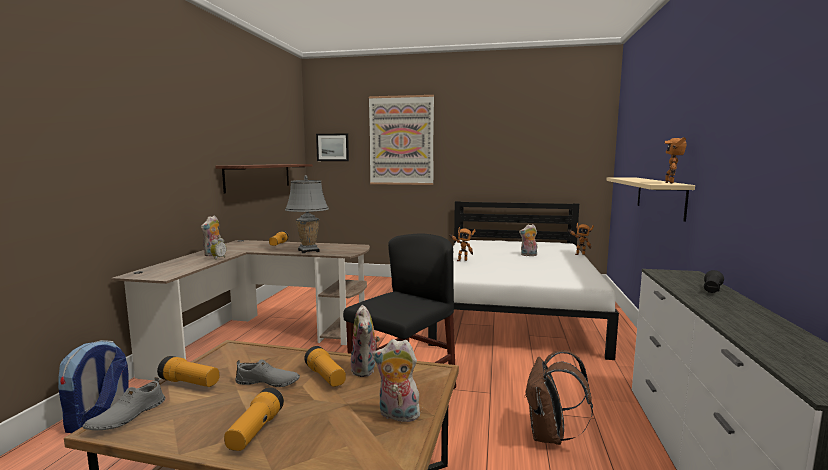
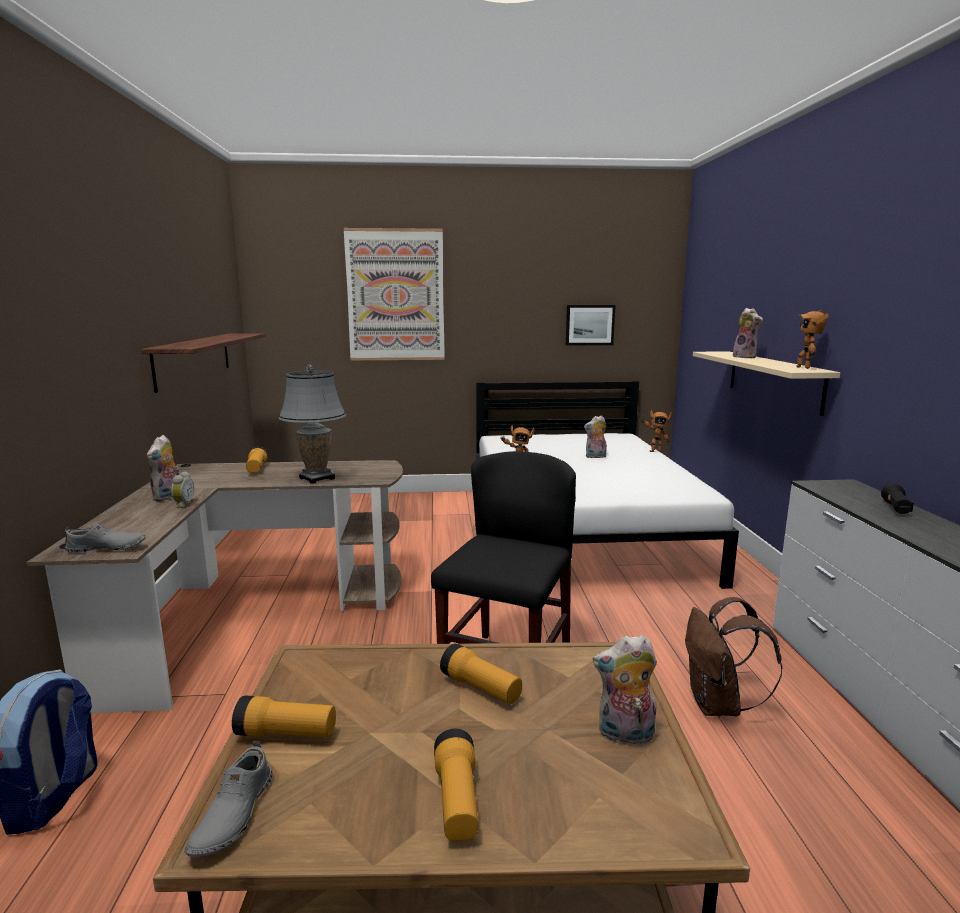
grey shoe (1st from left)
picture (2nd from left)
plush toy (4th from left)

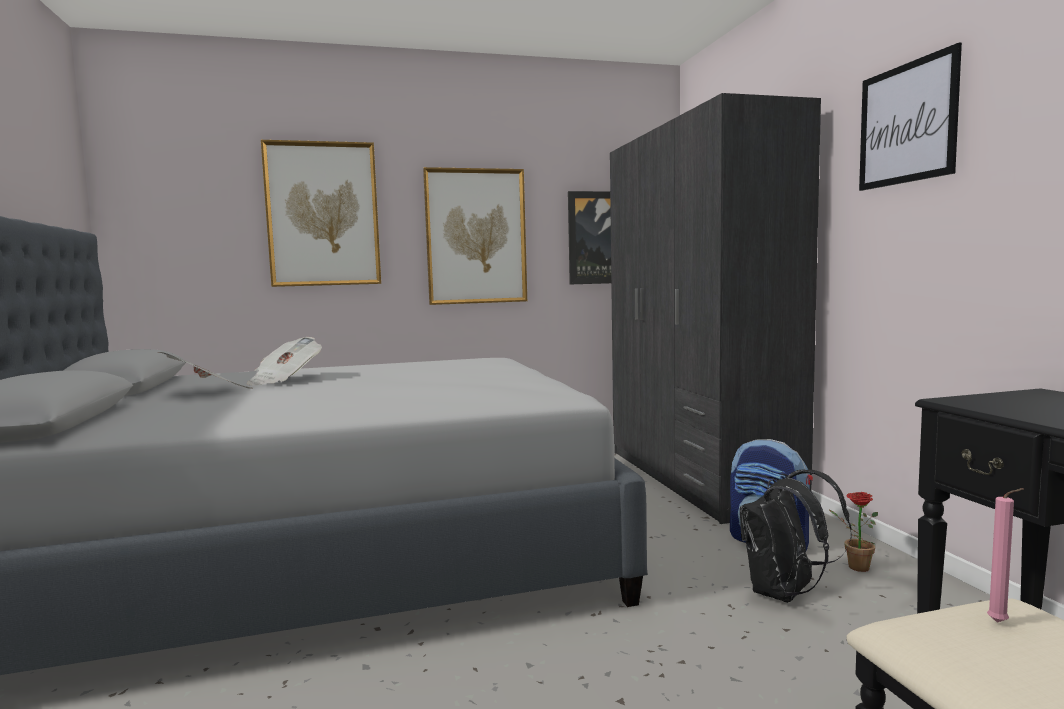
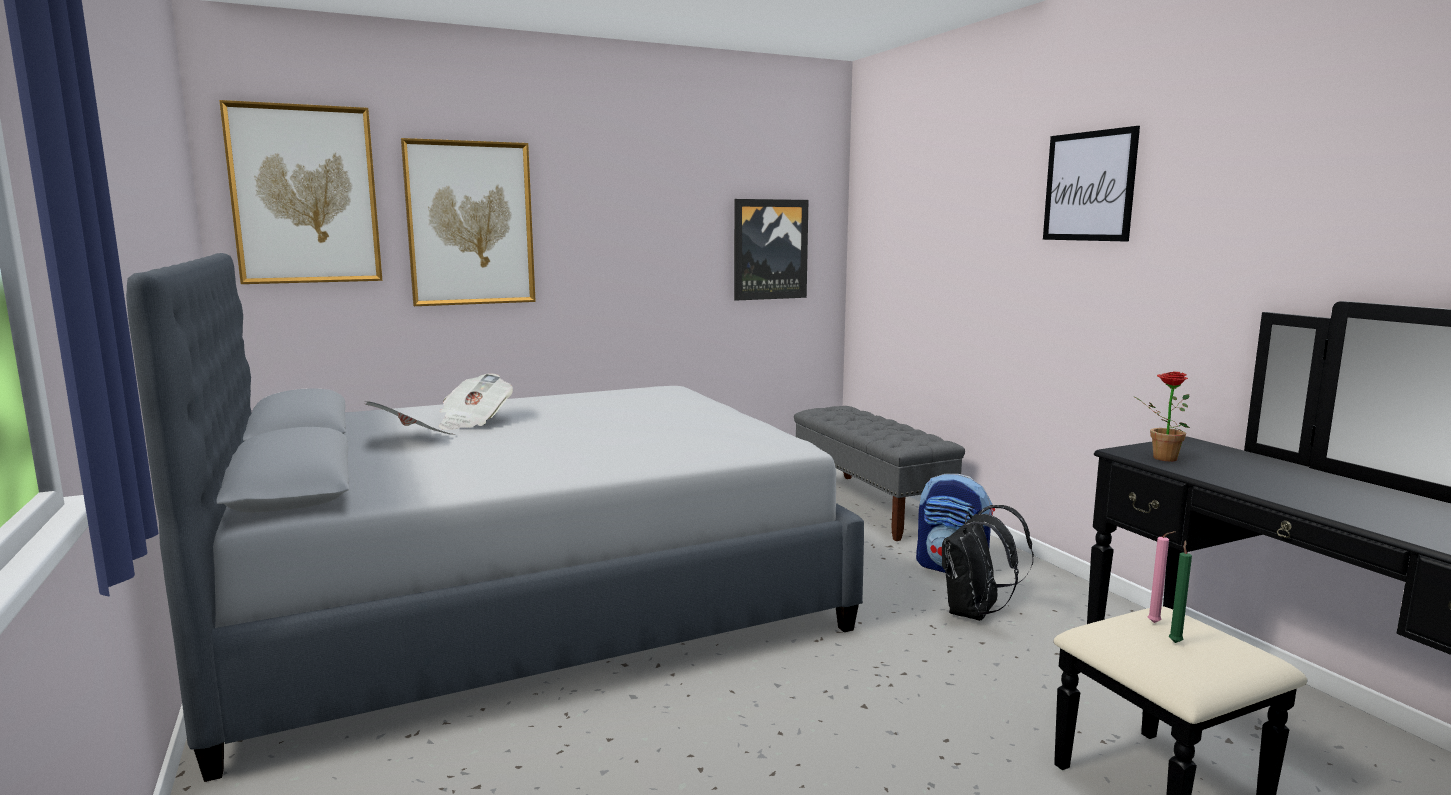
picture (1st from left)
grey bench
potted plant
green candle

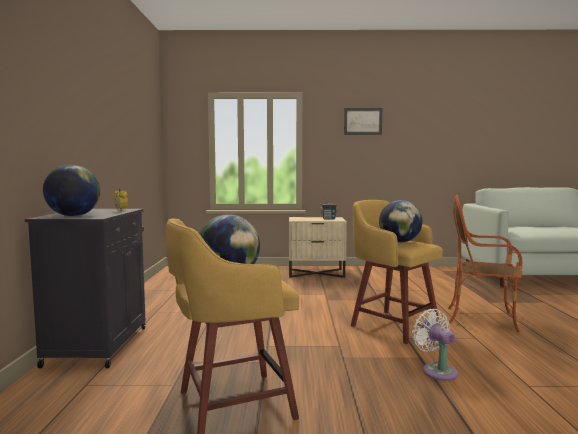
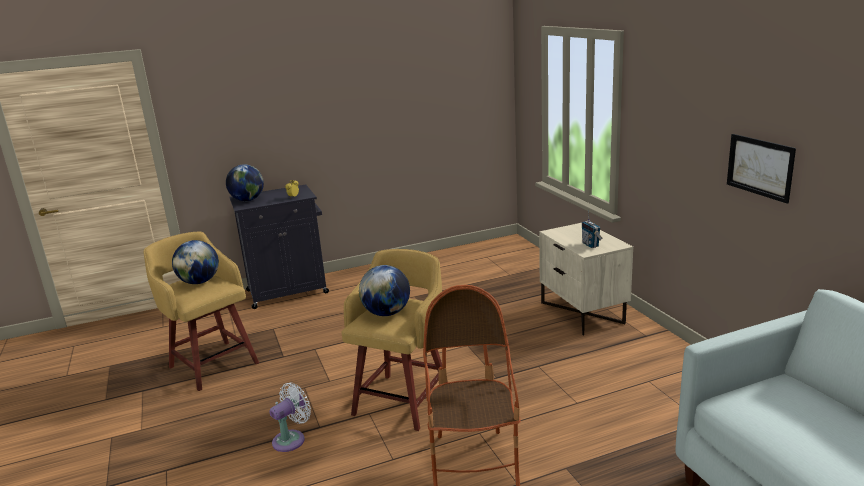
picture

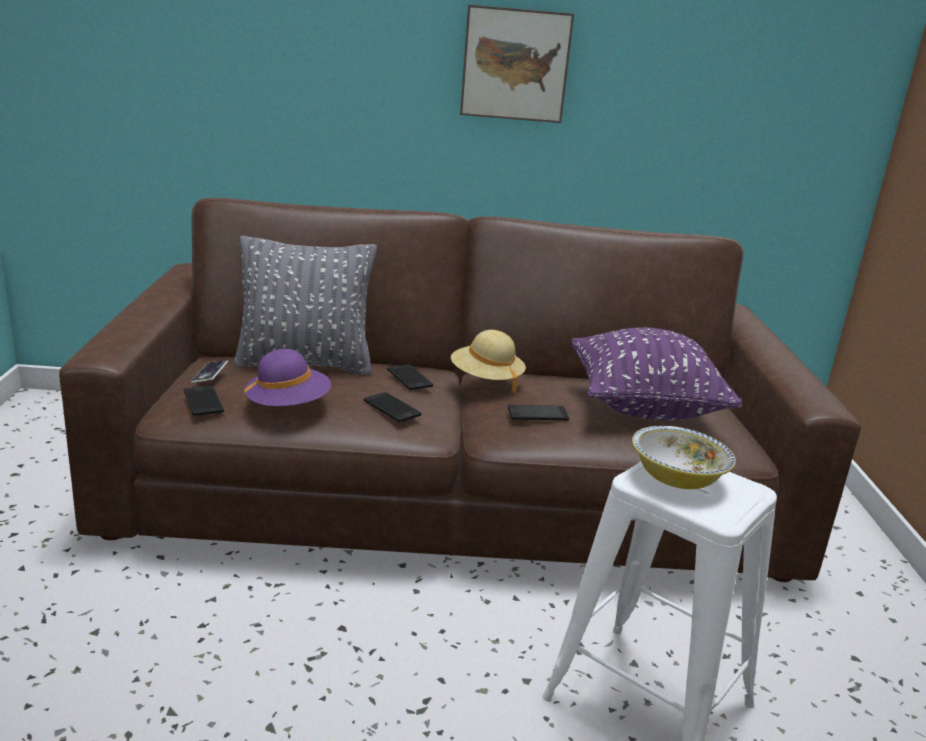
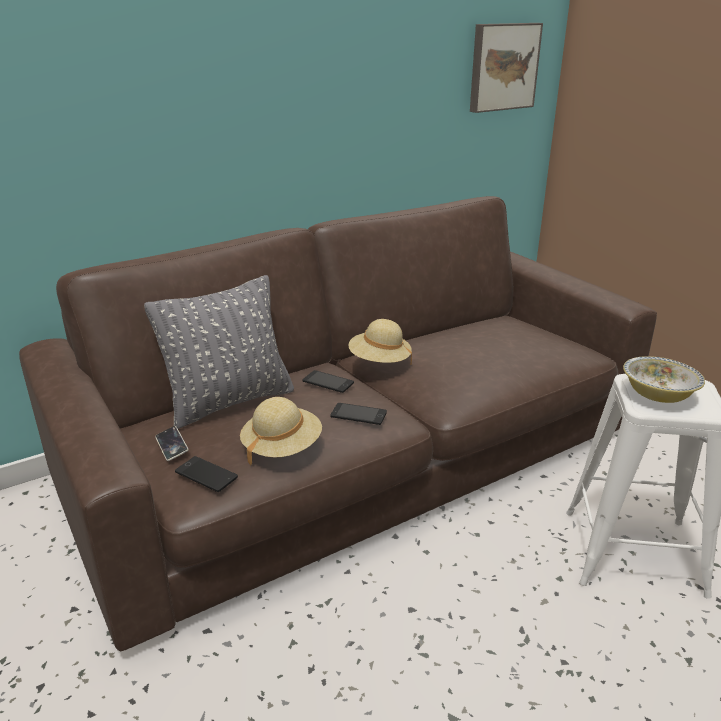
beige hat (1st from left)
picture
phone (5th from left in the first image)
purple pillow

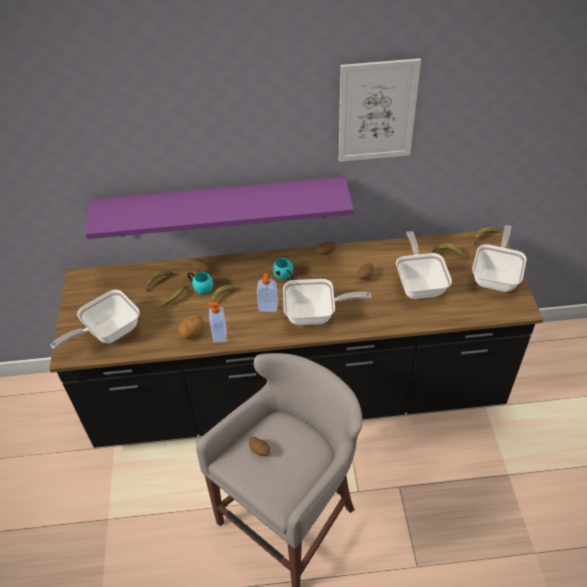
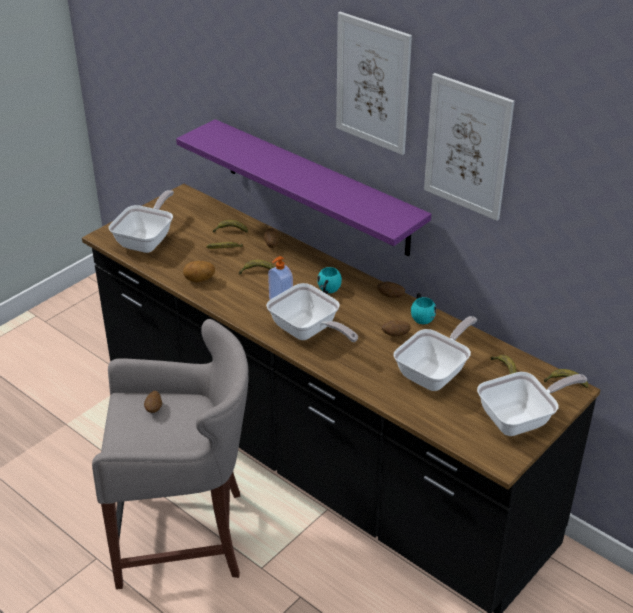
frying pan (1st from left)
turquoise mug (2nd from left)
soap dispenser (1st from left in the first image)
picture (1st from left)

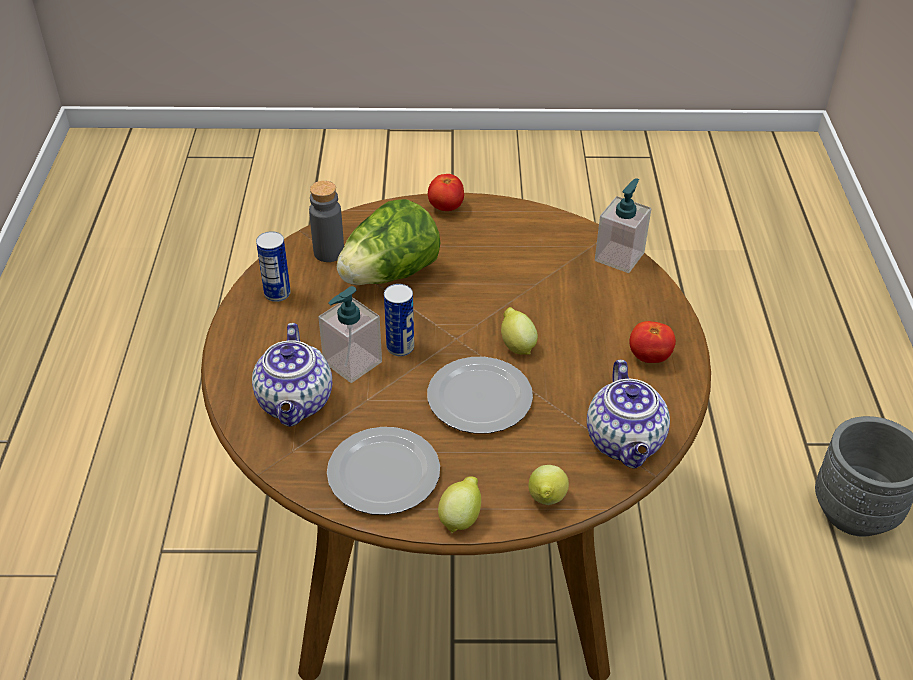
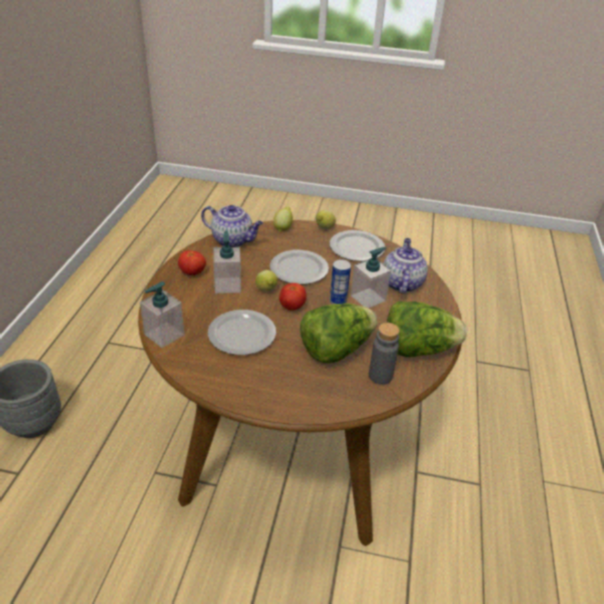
lettuce (2nd from left)
tomato (2nd from left)
teapot (1st from left)
plate (1st from left)
soap dispenser (2nd from left)

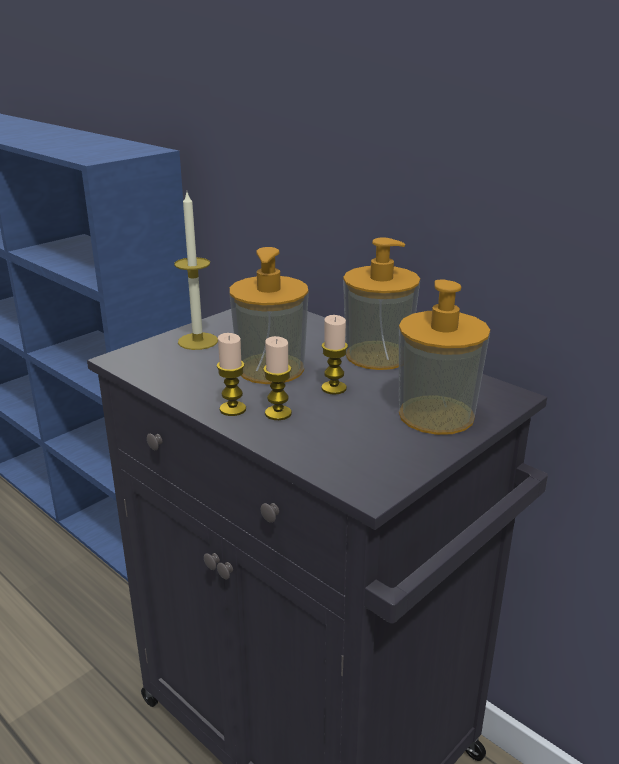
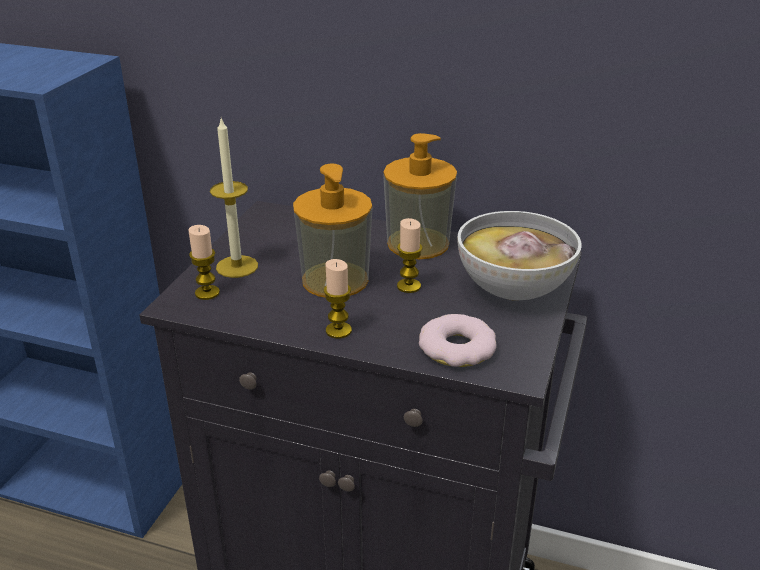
candle (1st from left)
bowl
donut

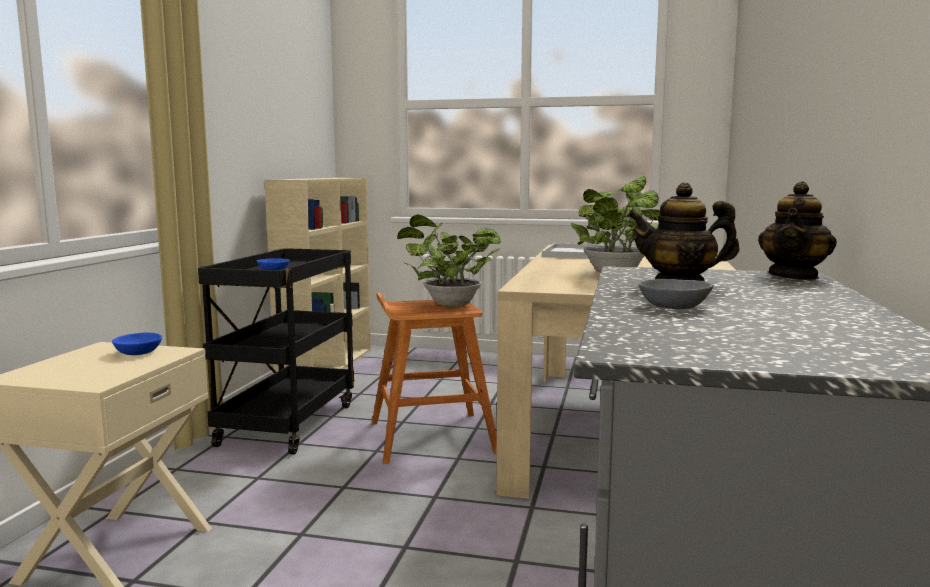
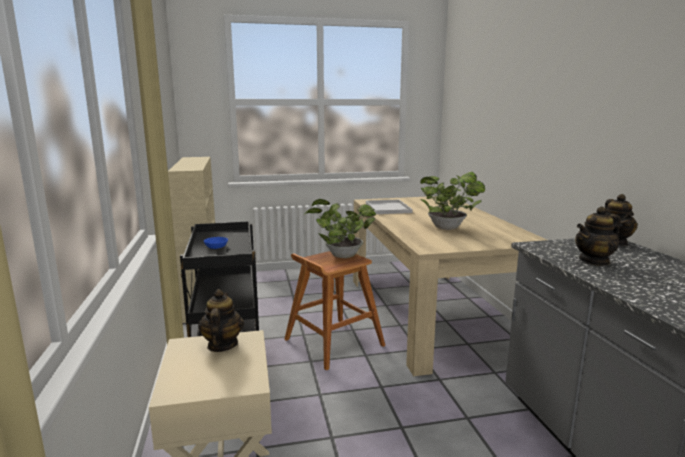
teapot (1st from left)
grey bowl

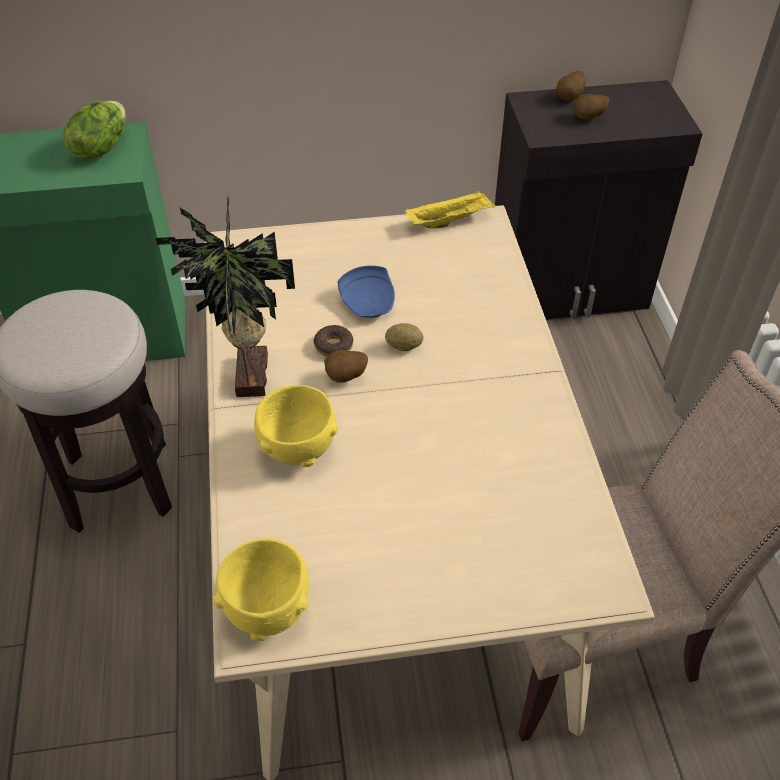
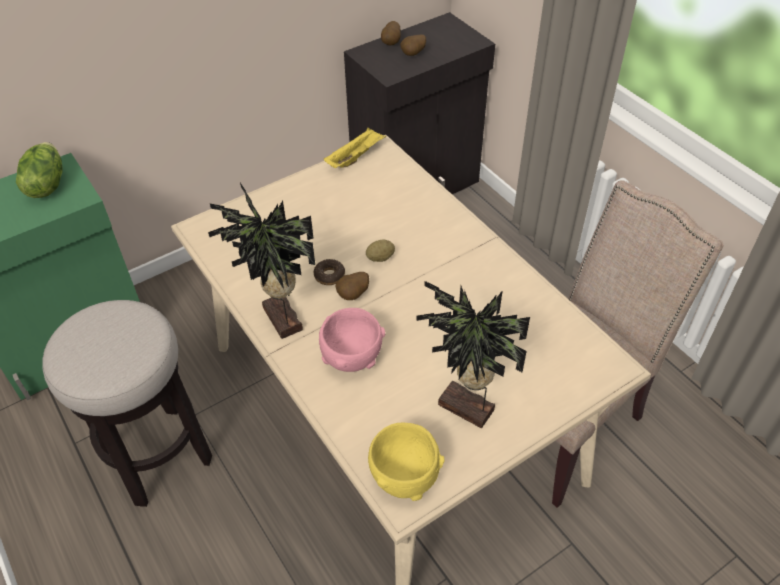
pink bowl
blue plate
potted plant (2nd from left)

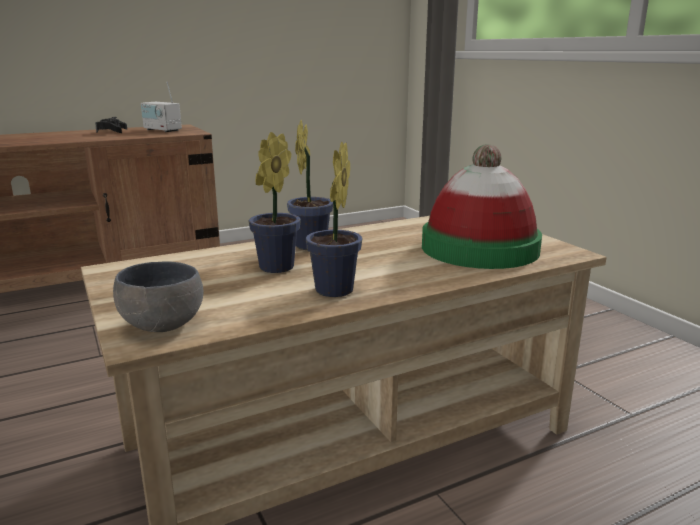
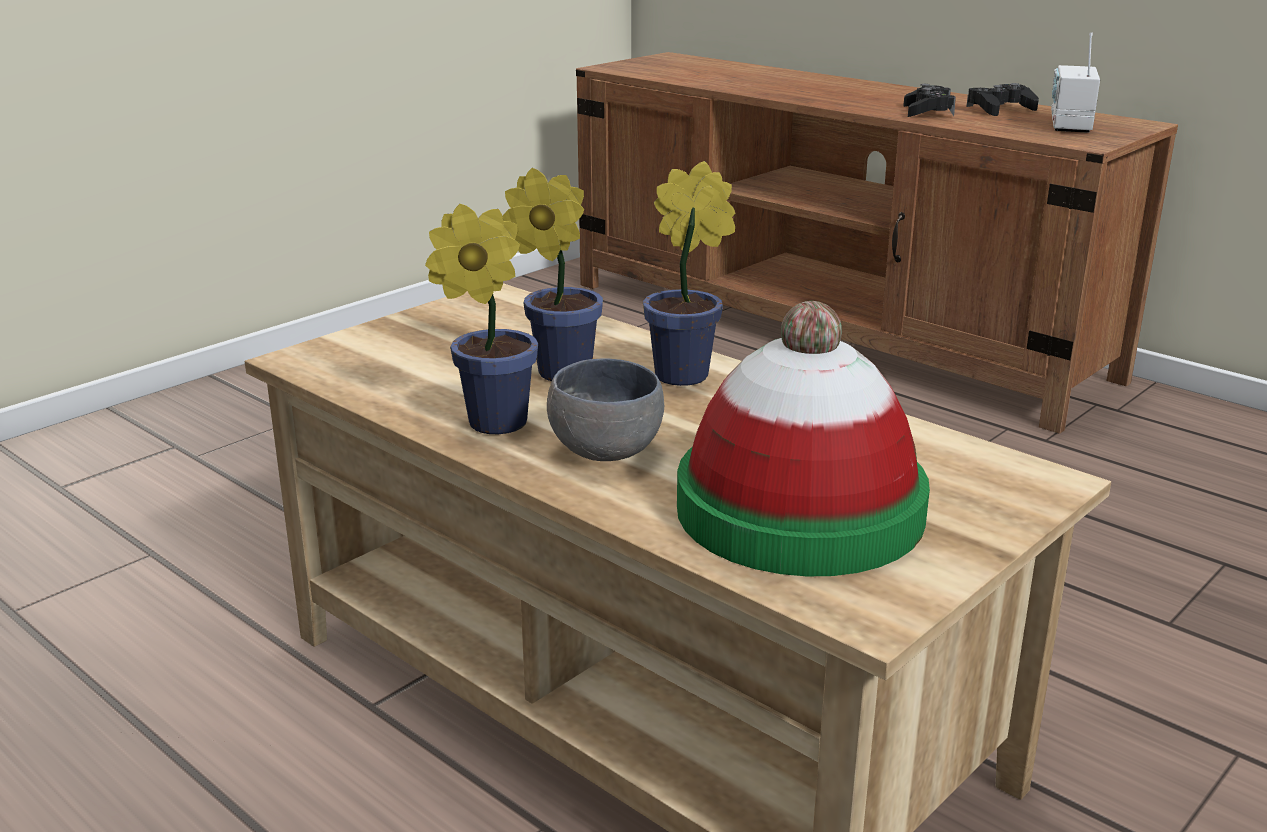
grey bowl
black game controller (1st from left)

